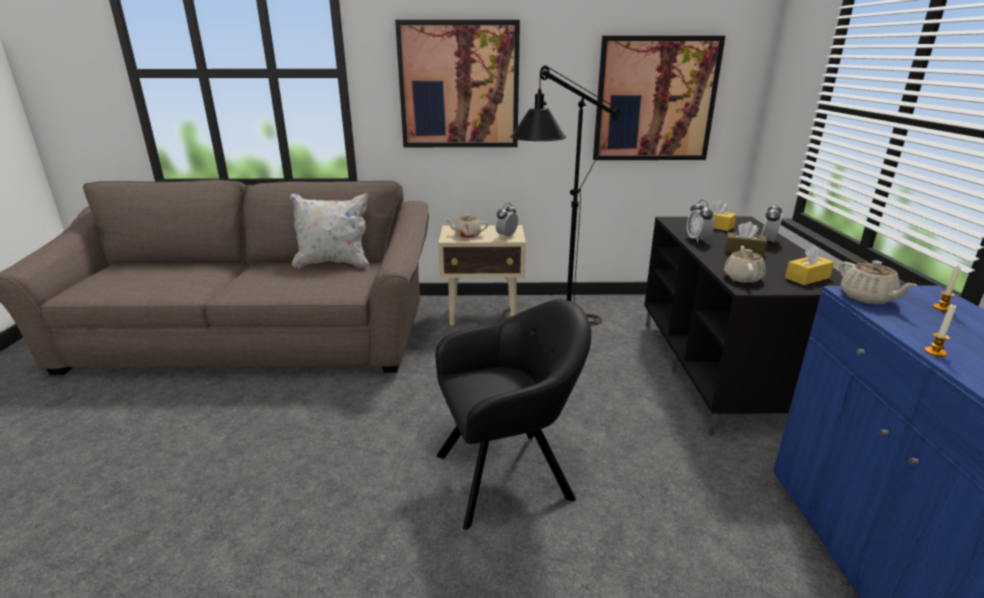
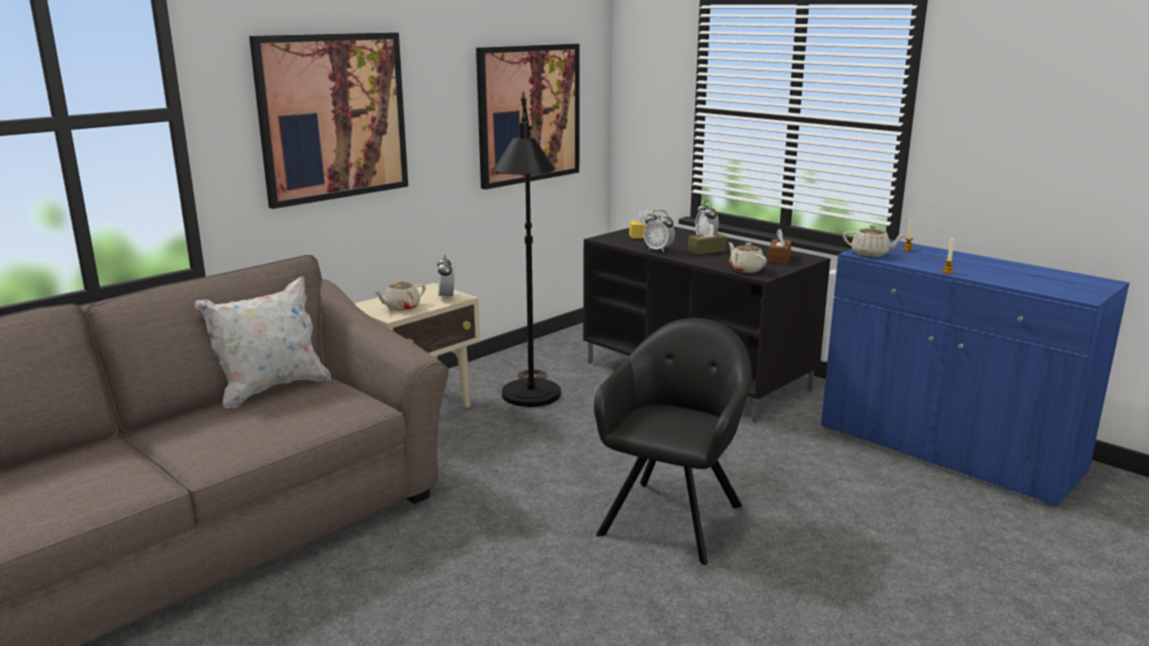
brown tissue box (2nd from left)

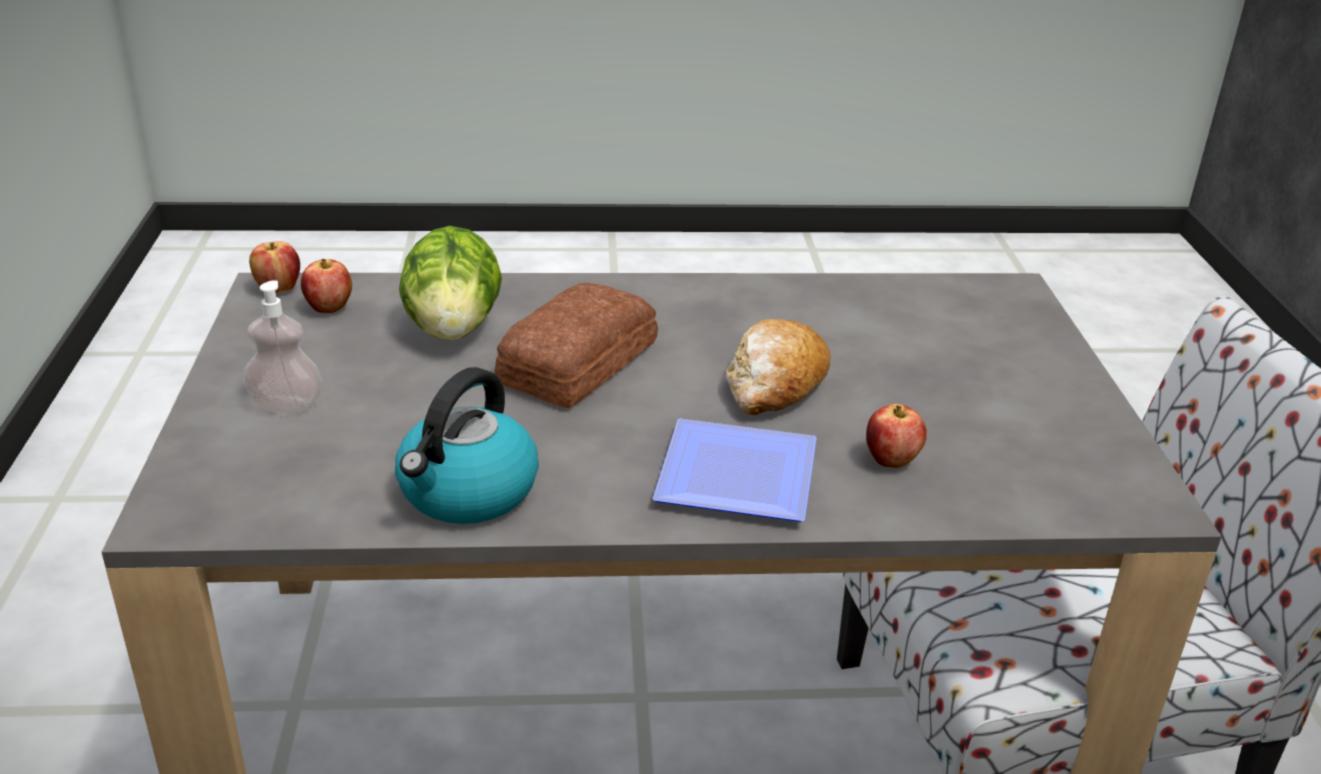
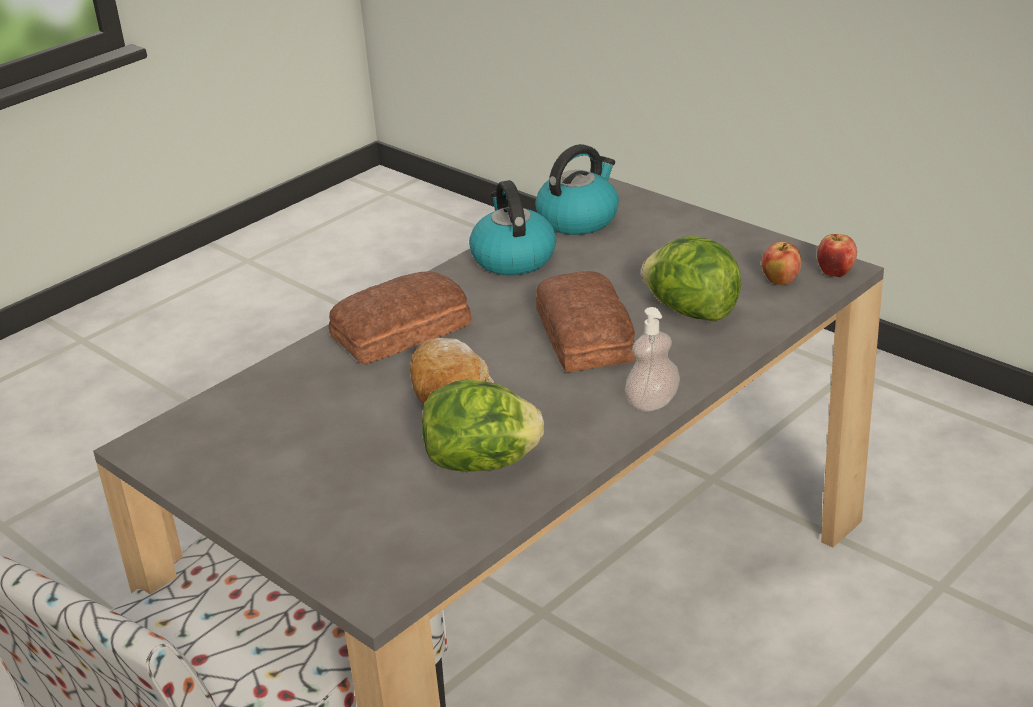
soap dispenser
bread (1st from left)
apple (3rd from left in the first image)
lettuce (1st from left)
kettle (2nd from left)

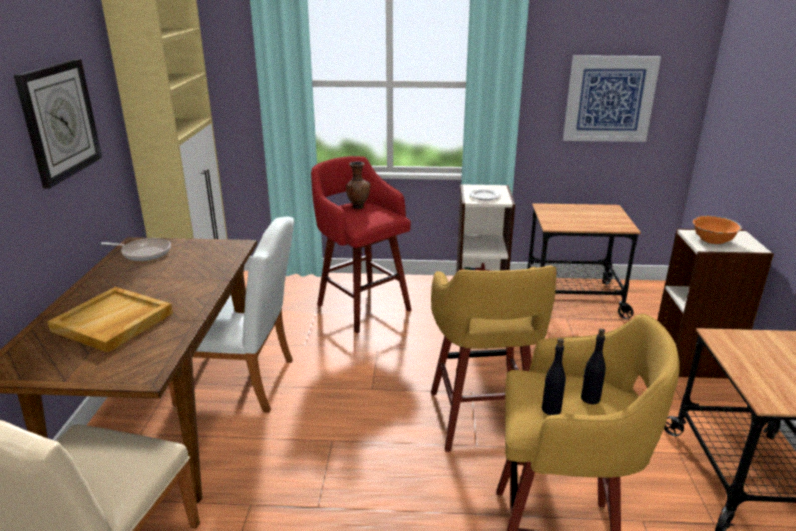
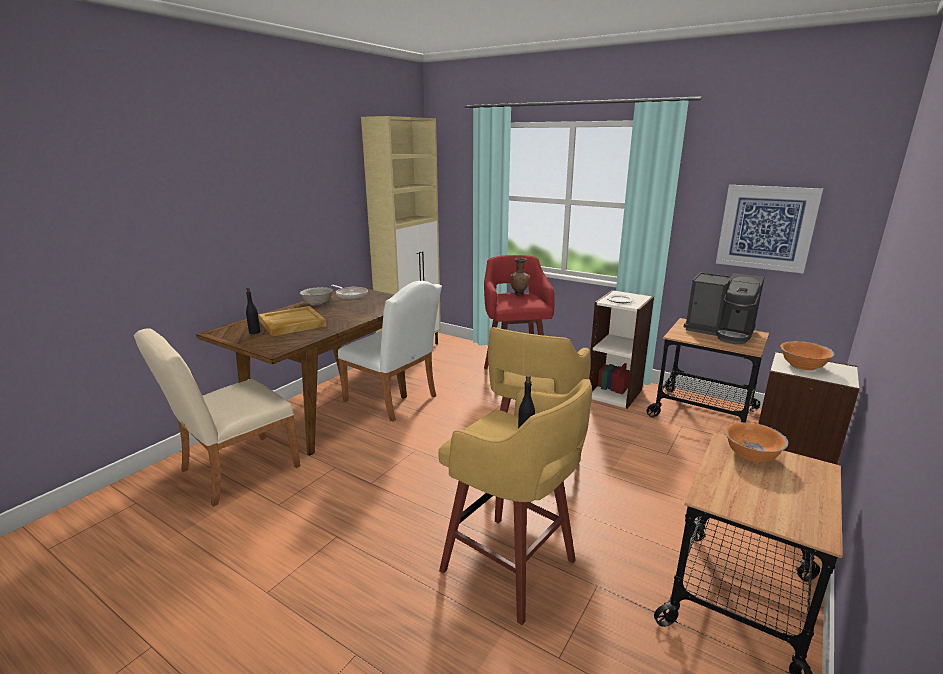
wall clock
black bottle (1st from left)
white bowl
coffee machine
orange bowl (1st from left)

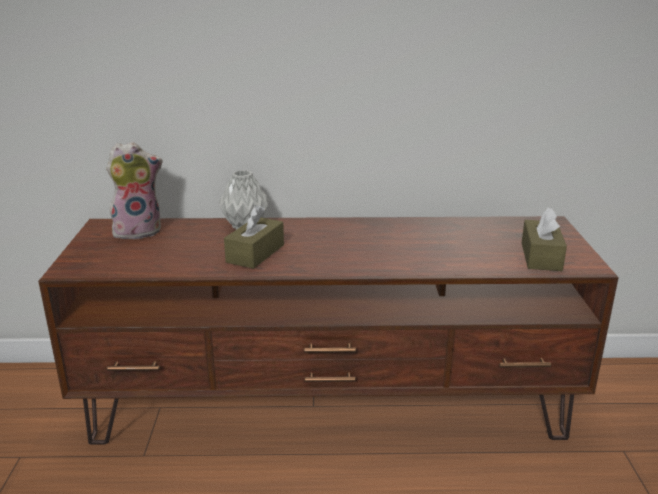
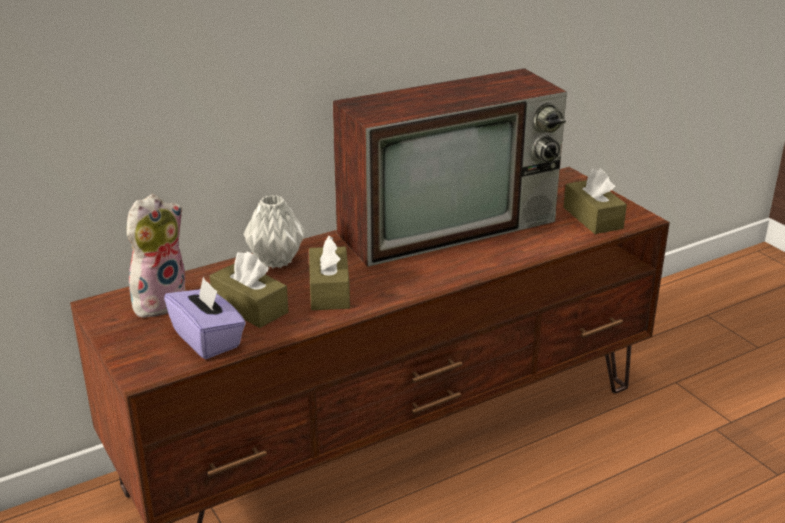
purple tissue box
brown tissue box (1st from left)
television

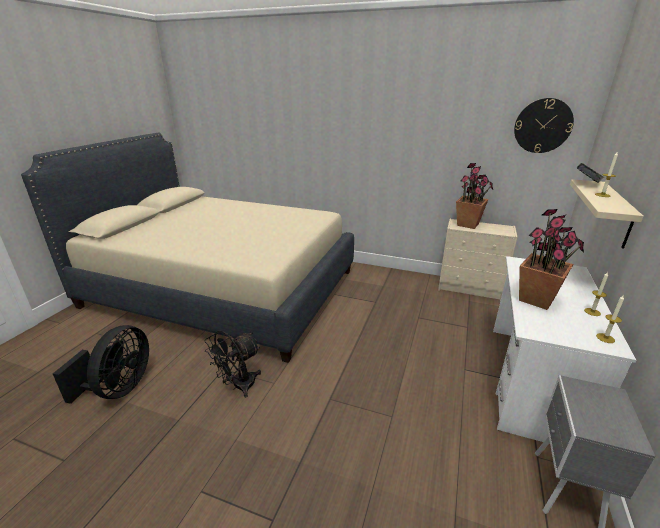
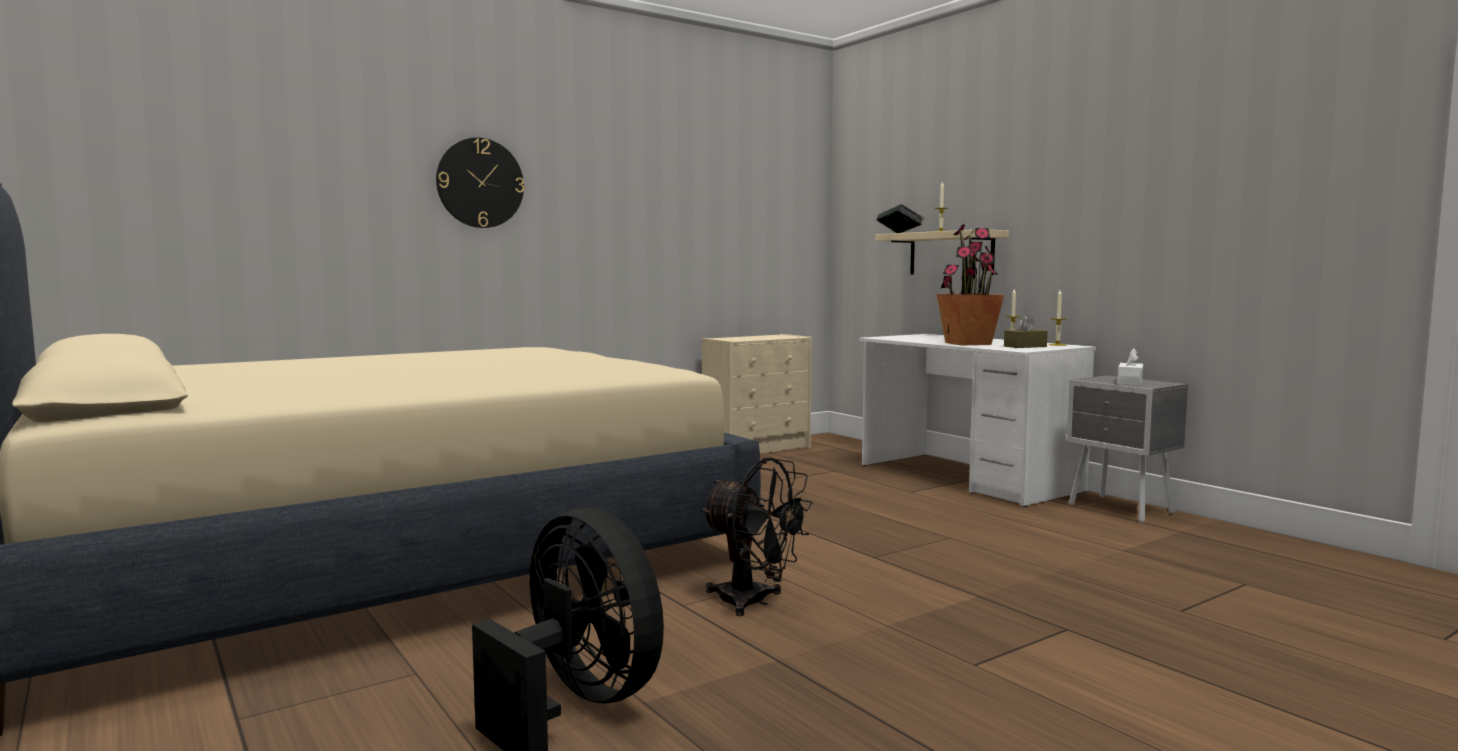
black fan (2nd from left)
potted plant (1st from left in the first image)
wall clock
brown tissue box
white tissue box

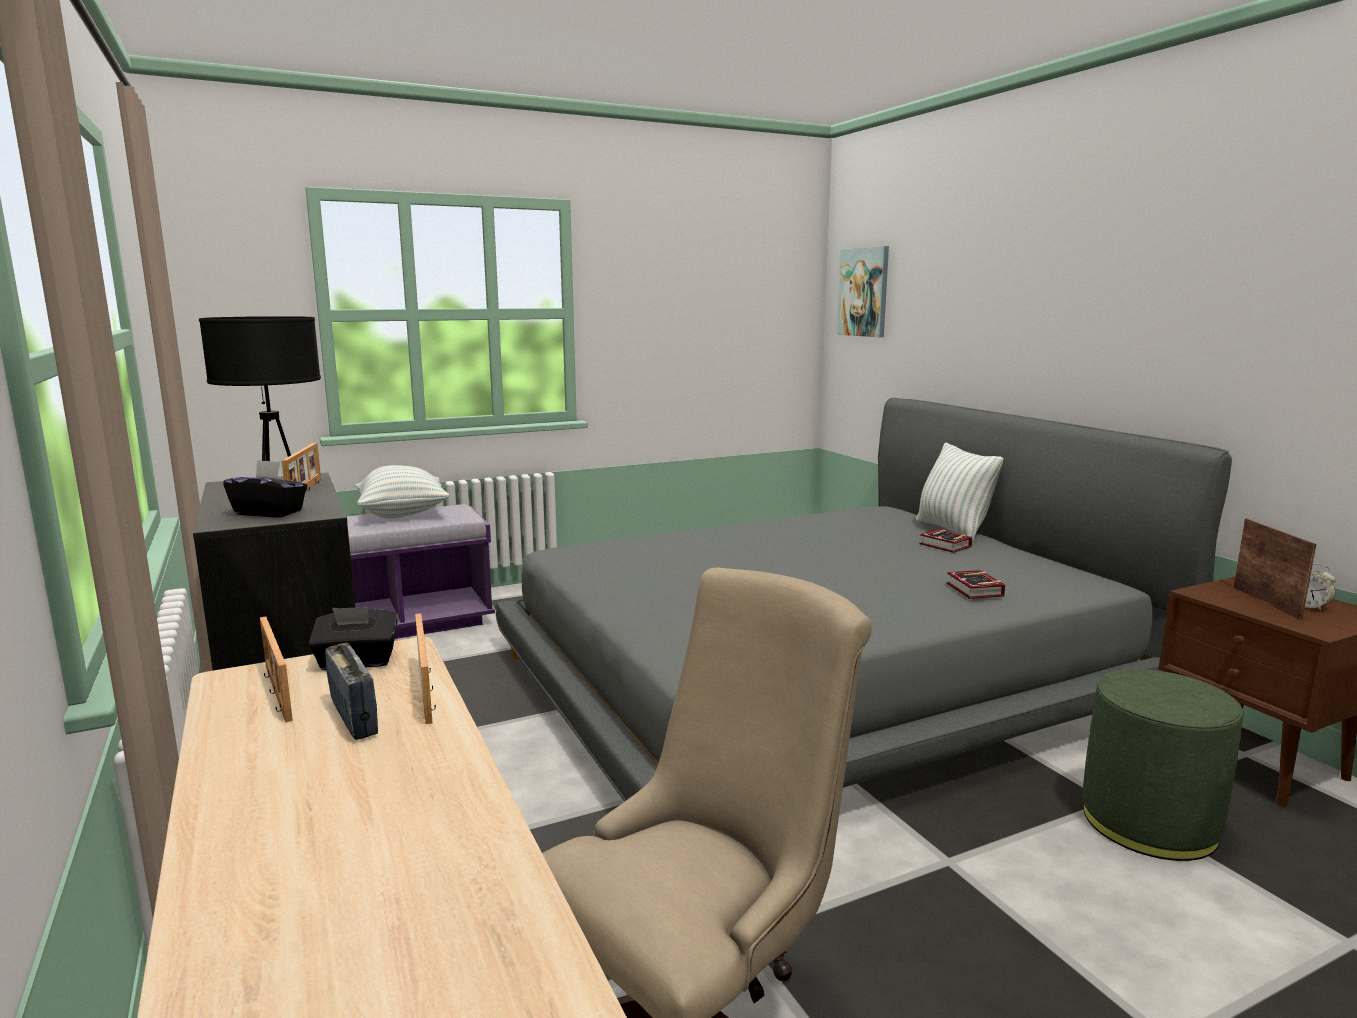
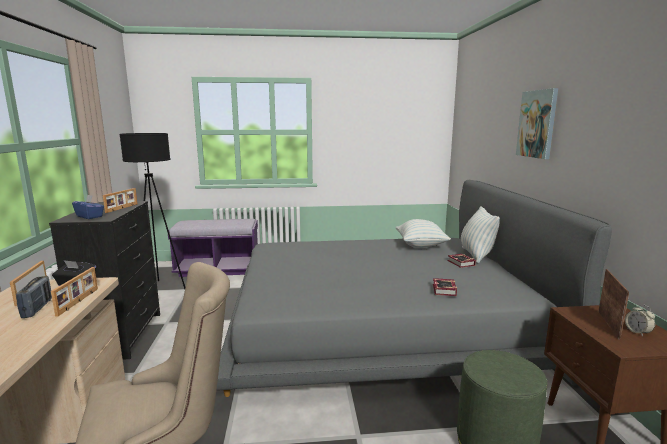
blue tissue box
pillow (1st from left)
picture

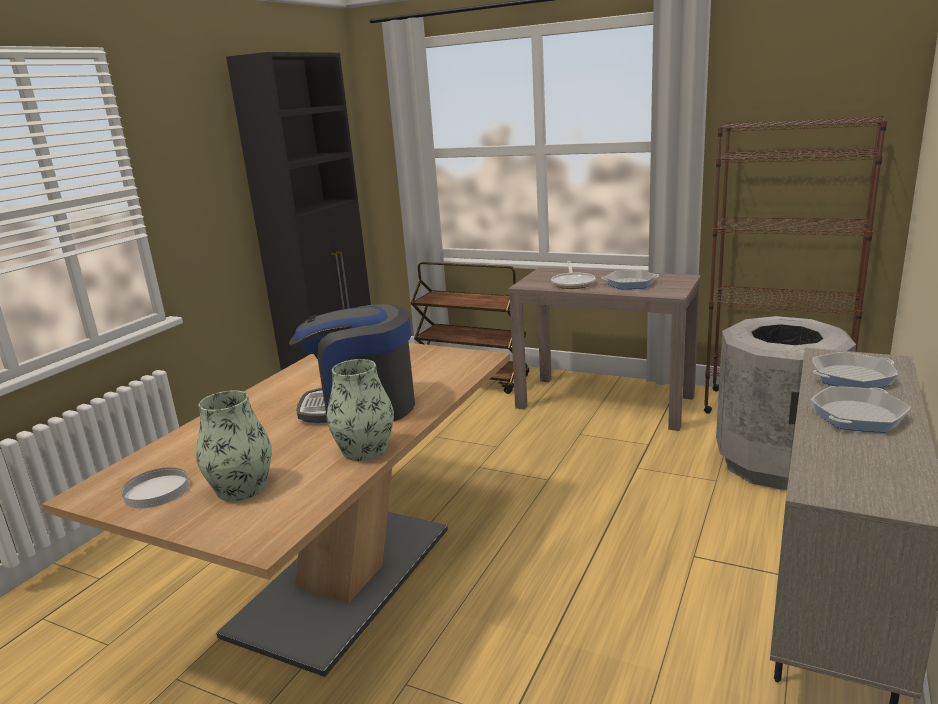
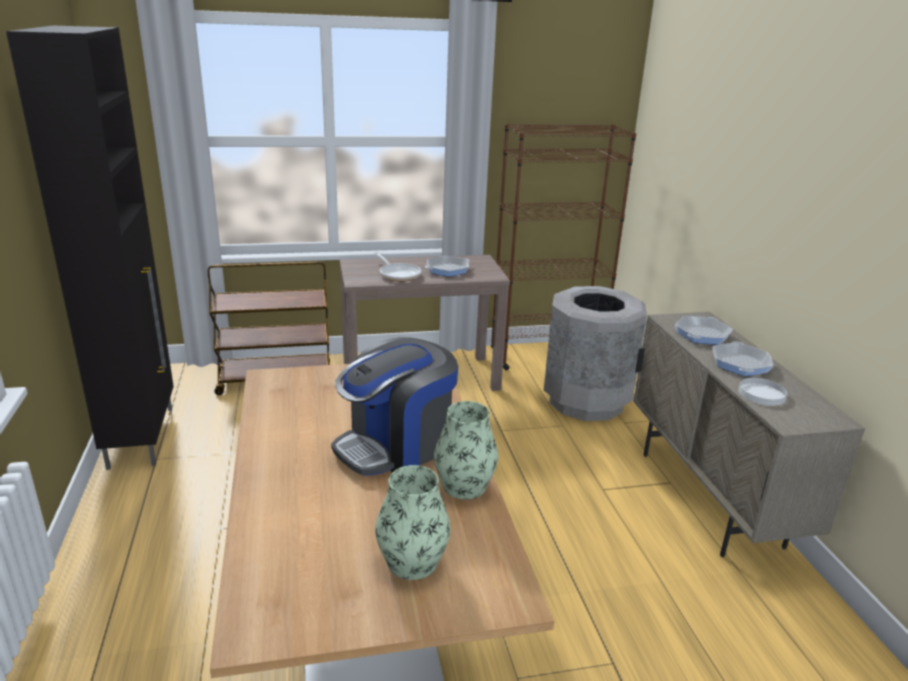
white plate

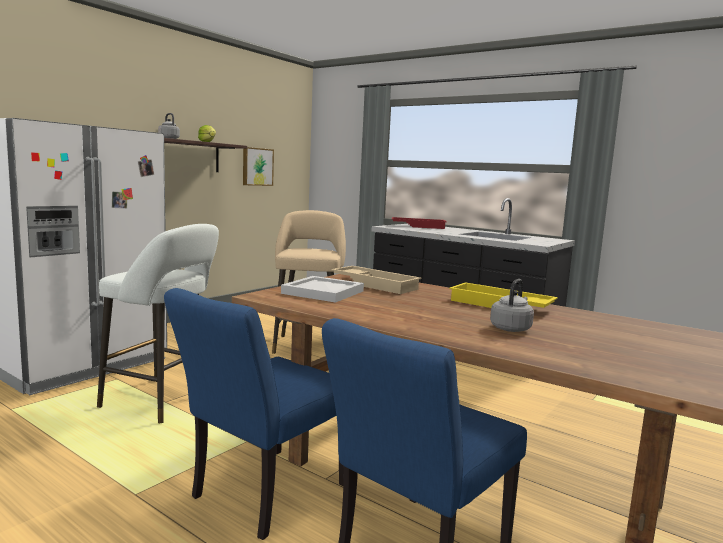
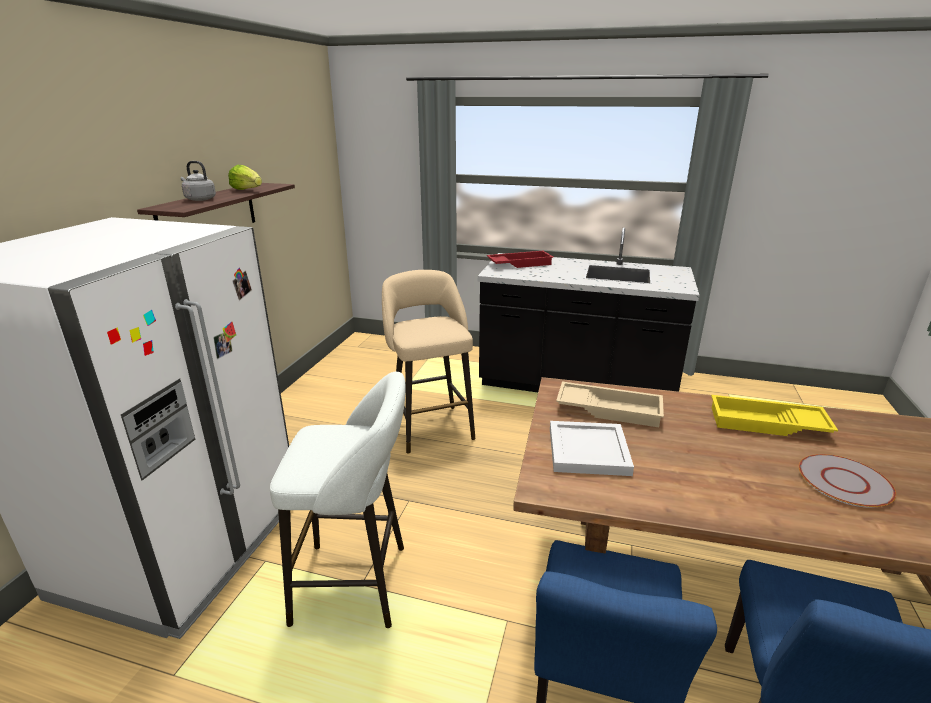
picture
grey plate

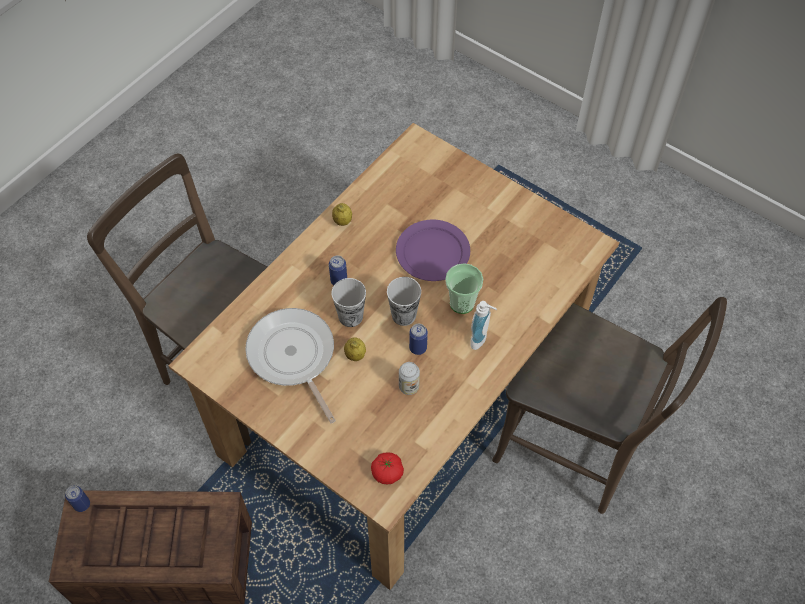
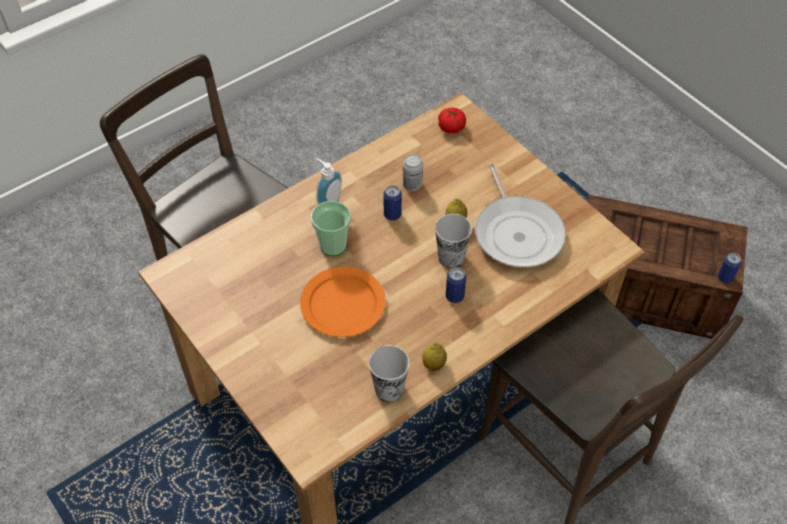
cup (2nd from left)
orange plate

